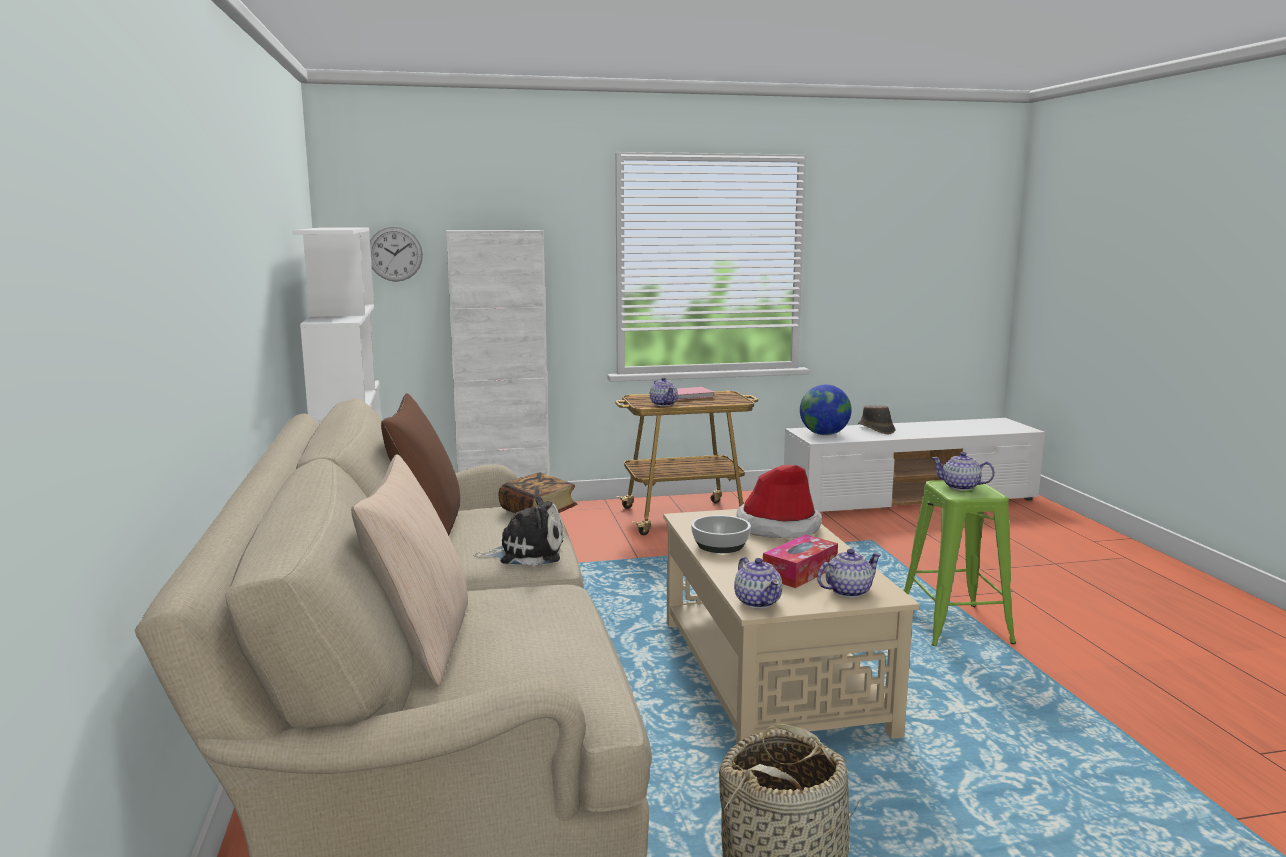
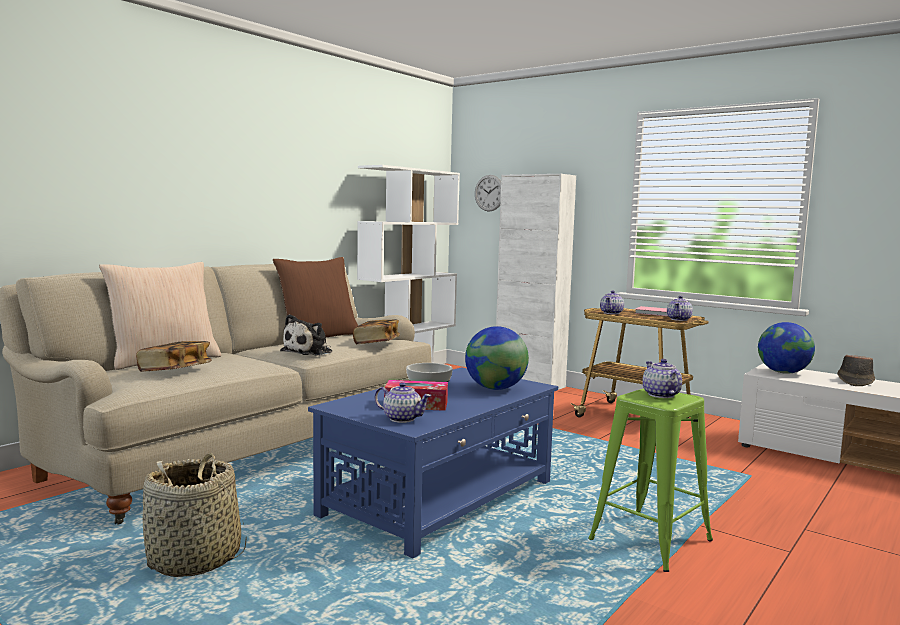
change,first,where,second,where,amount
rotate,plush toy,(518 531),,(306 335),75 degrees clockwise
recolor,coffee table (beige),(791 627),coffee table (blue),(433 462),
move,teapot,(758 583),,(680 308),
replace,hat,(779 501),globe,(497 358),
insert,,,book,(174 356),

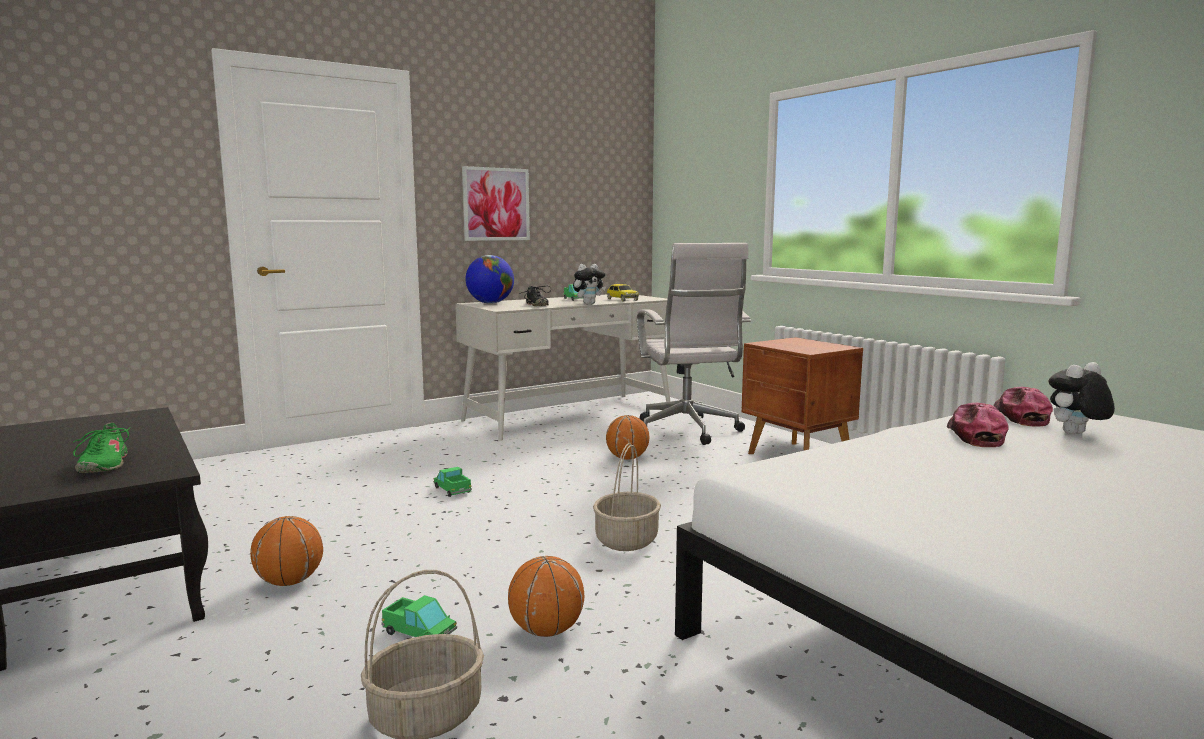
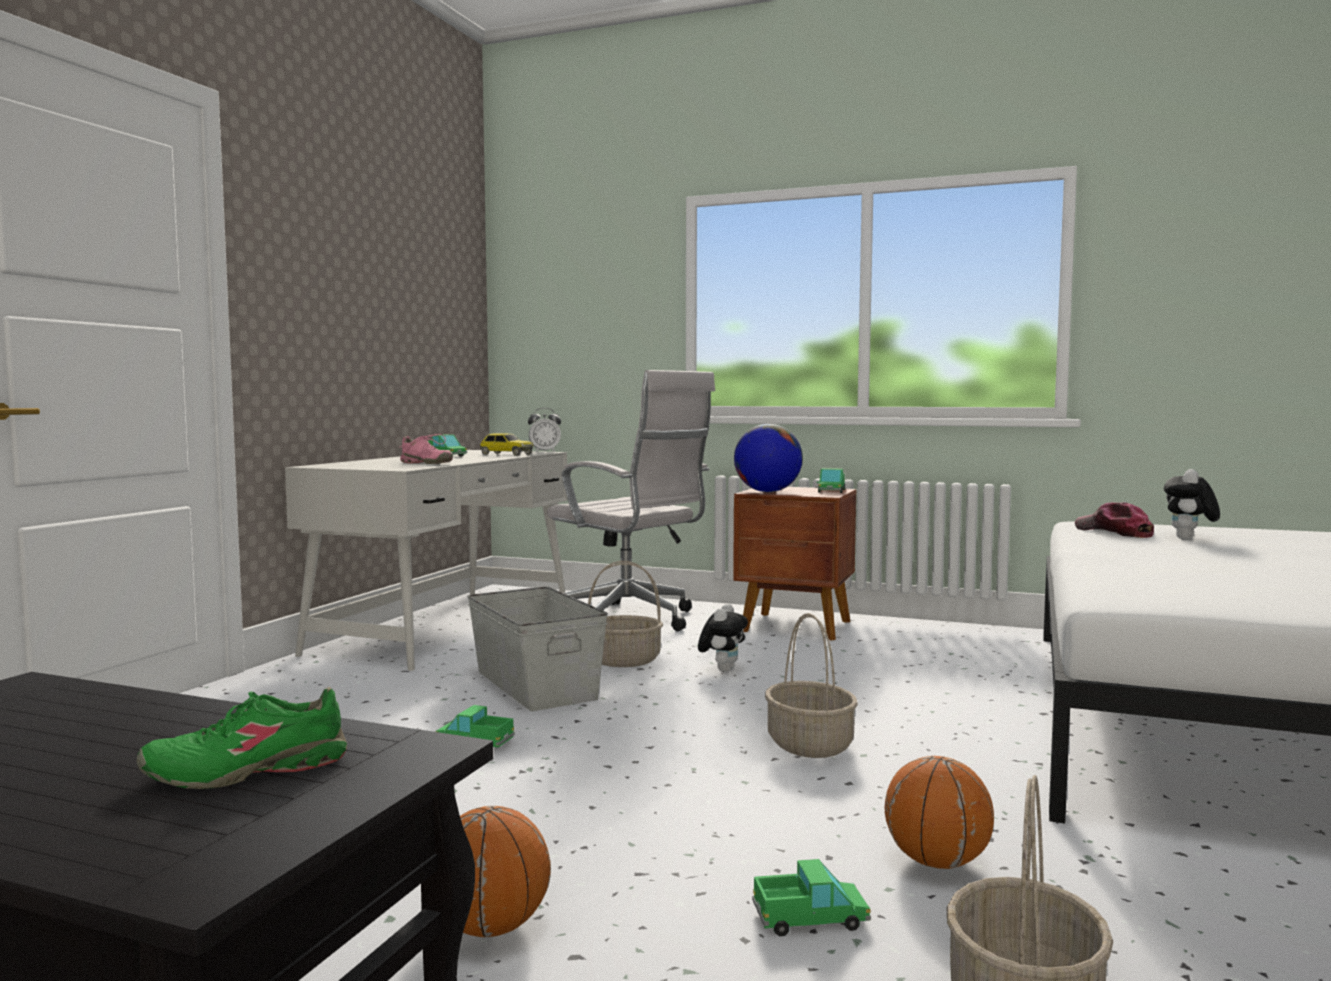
change,first,where,second,where,amount
rotate,shoe (green),(102 447),,(242 738),120 degrees clockwise
delete,picture,(496 203),,,
move,globe,(489 279),,(768 458),
recolor,shoe (black),(536 296),shoe (pink),(426 449),
move,plush toy,(589 284),,(723 638),
replace,basketball,(627 437),basket,(625 614),
delete,cap,(978 424),,,
insert,,,storage box (grey),(537 649),
insert,,,alarm clock,(544 430),
insert,,,toy truck,(830 480),

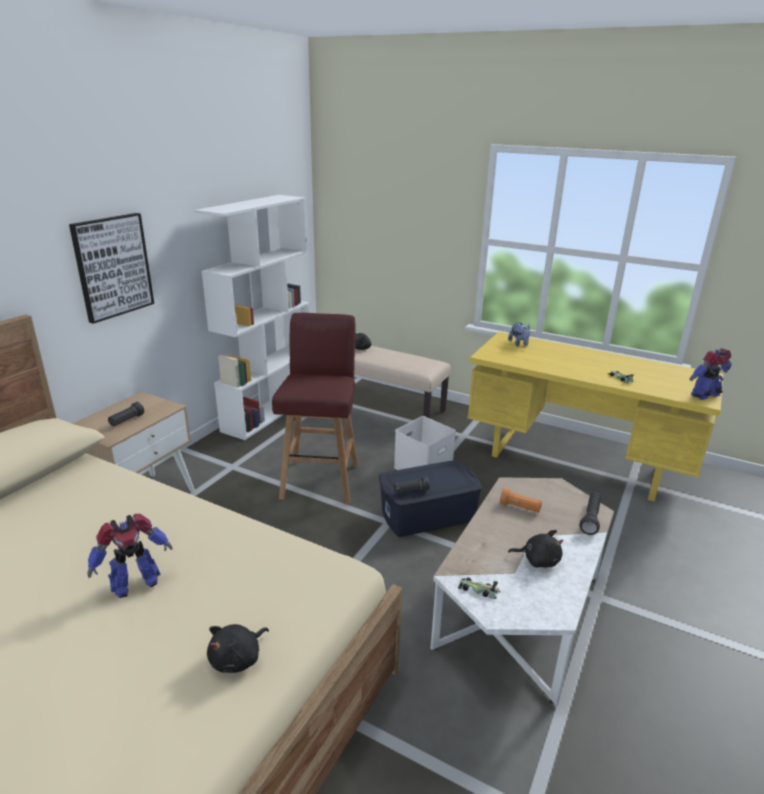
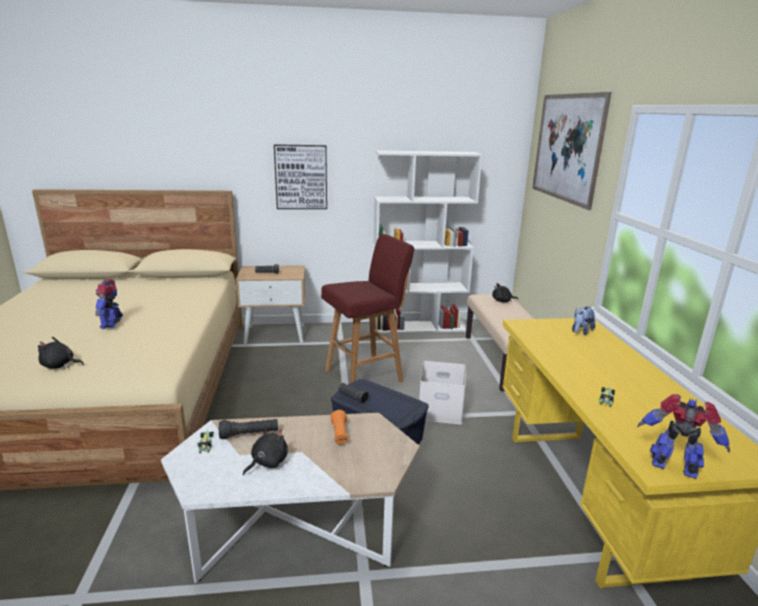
change,first,where,second,where,amount
rotate,toy robot,(129 555),,(109 304),60 degrees clockwise
rotate,plush toy (black),(536 549),,(265 450),120 degrees counterclockwise
move,flashlight (black),(590 513),,(248 429),
insert,,,picture,(572 151),

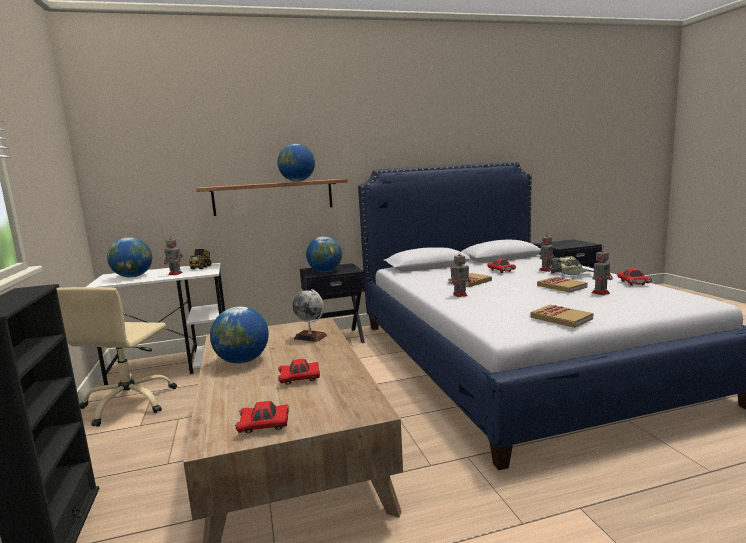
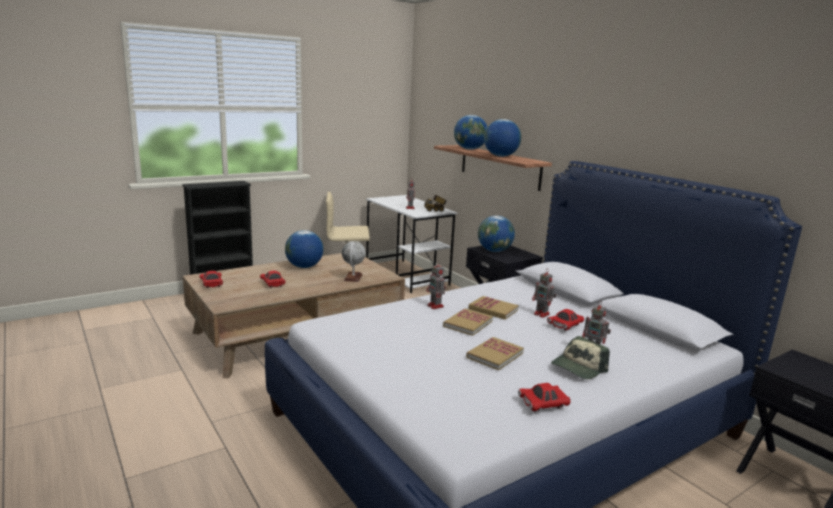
change,first,where,second,where,amount
move,globe,(129 257),,(470 132),
move,book,(561 316),,(468 322),
move,toy robot,(602 271),,(544 295),

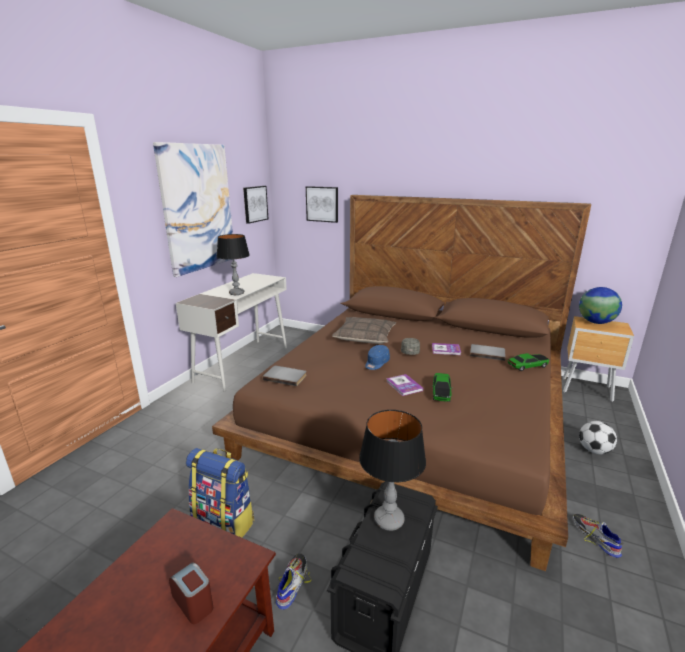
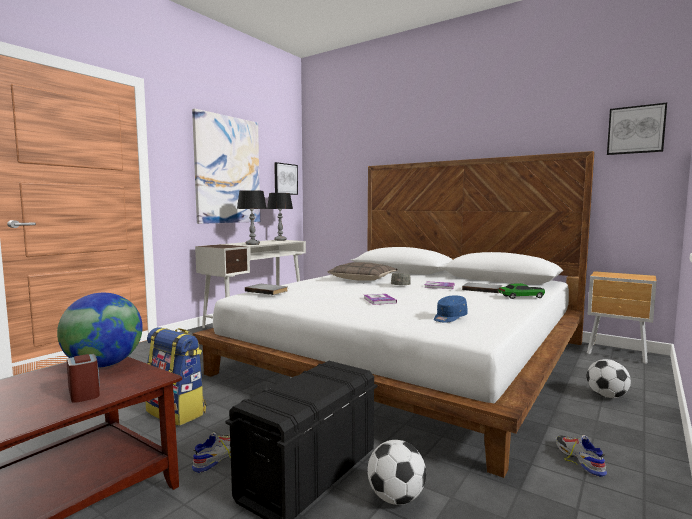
change,first,where,second,where,amount
recolor,bed (brown),(401 383),bed (white),(394 314),
move,picture,(322 204),,(637 129),
move,table lamp,(392 470),,(280 217),
move,cap (blue),(377 357),,(451 309),
delete,toy car,(442 387),,,
move,globe,(600 305),,(100 330),
insert,,,football,(396 472),

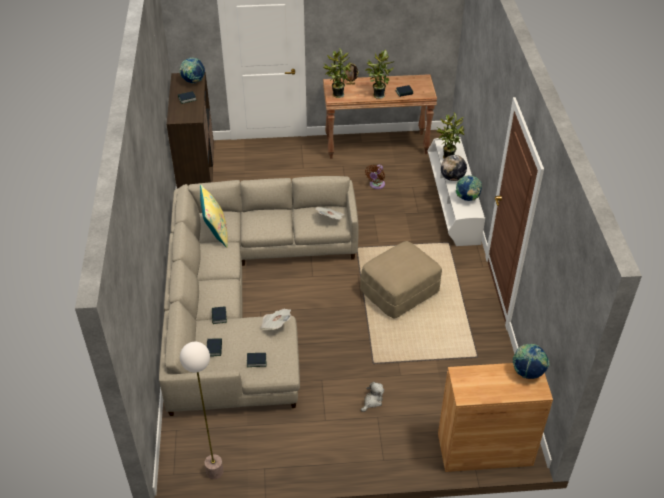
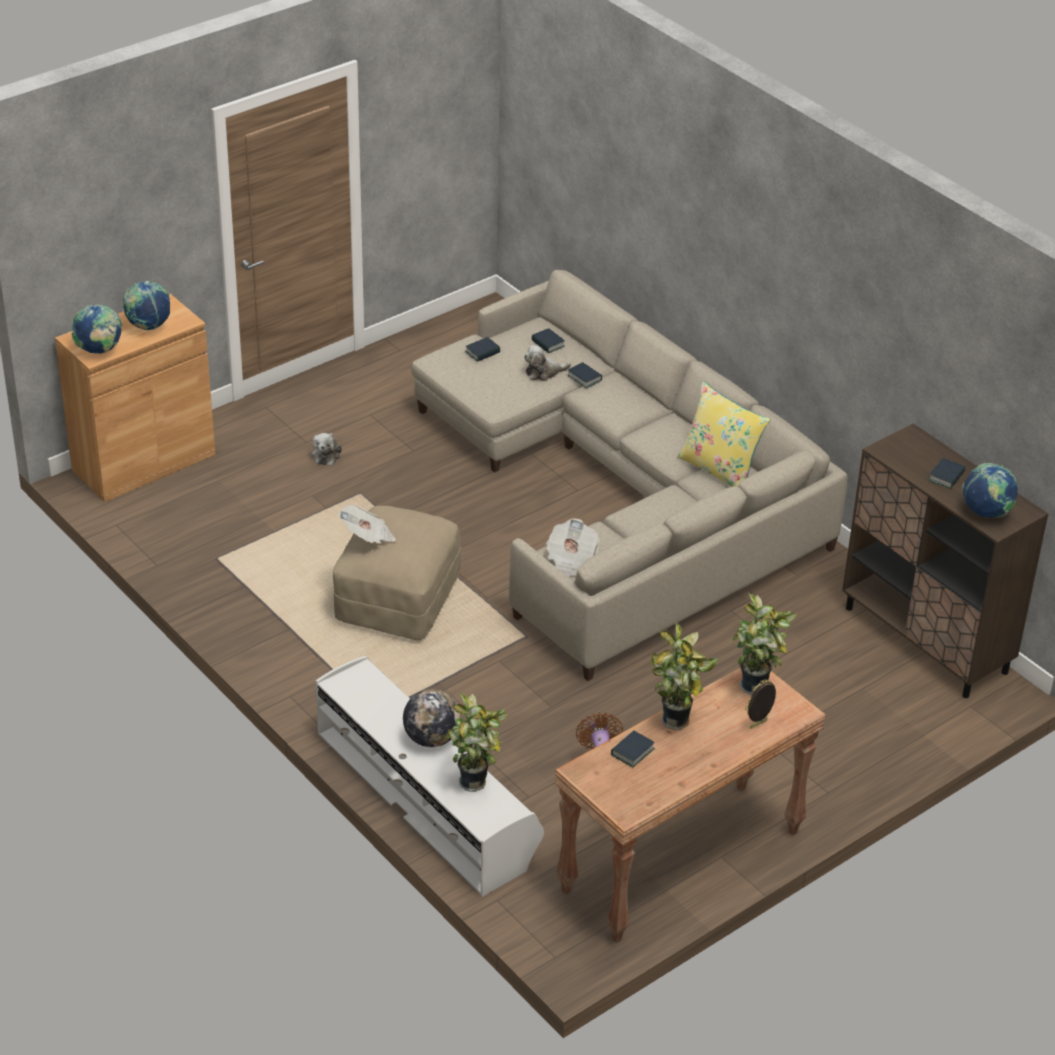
change,first,where,second,where,amount
delete,floor lamp,(201 410),,,
move,newspaper,(275 319),,(367 524),
move,globe,(469 188),,(146 305),
insert,,,plush toy,(547 363),

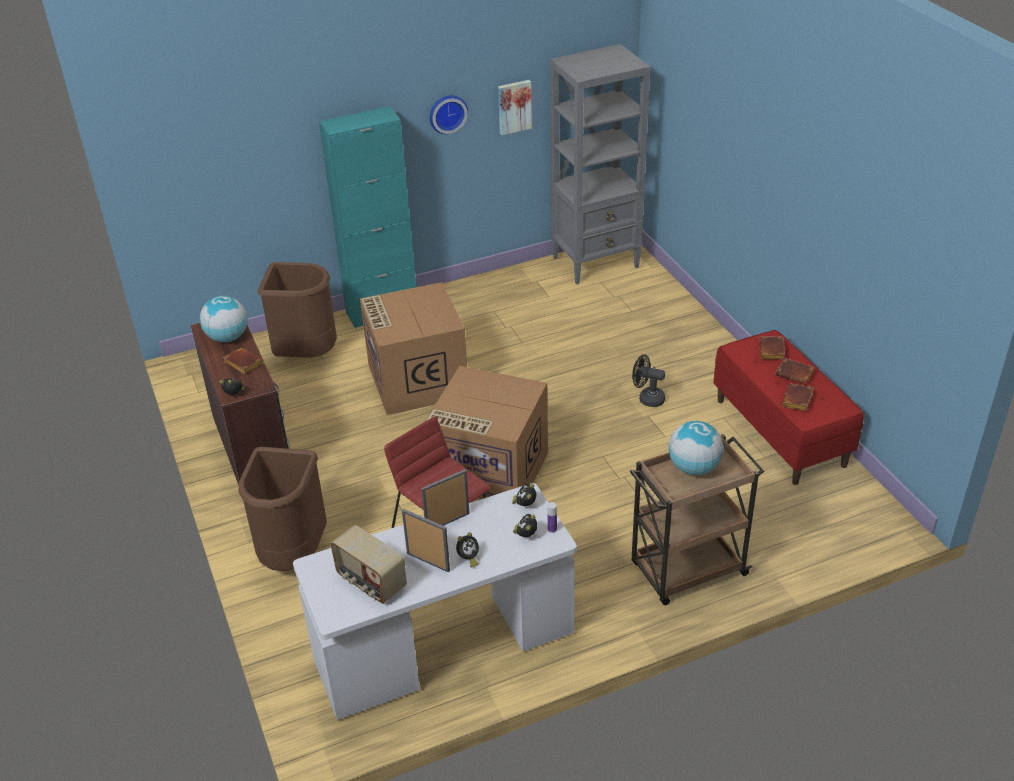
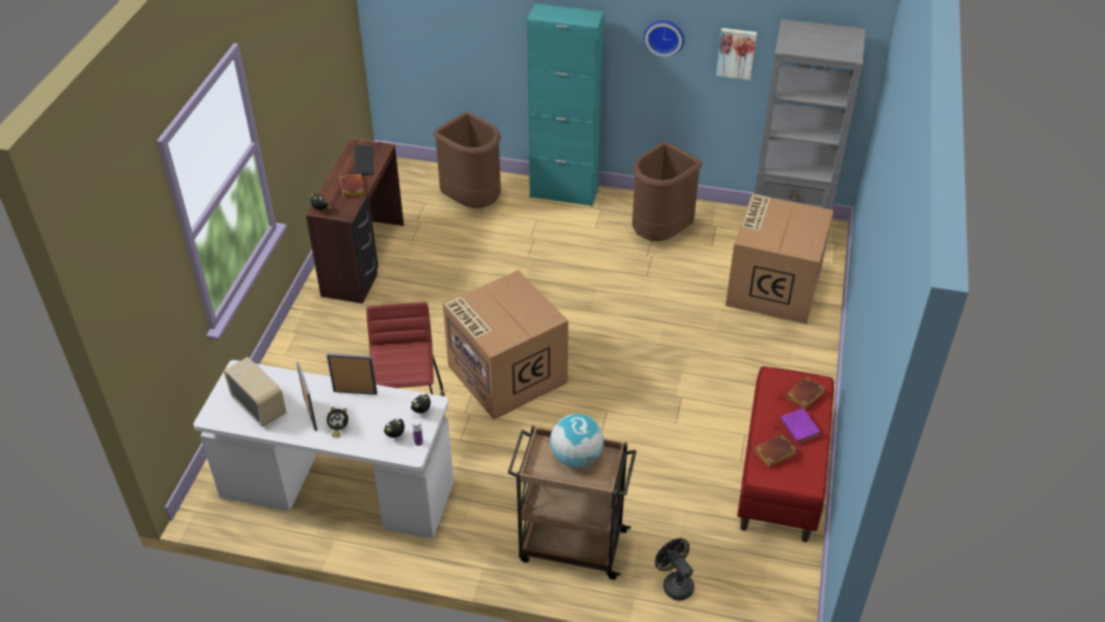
change,first,where,second,where,amount
replace,globe,(224 319),keyboard,(364 160),
move,trash can (brown),(282 509),,(667 191),
rotate,radio,(369 564),,(255 392),150 degrees clockwise
move,cardboard box,(413 348),,(779 259),
move,fan (black),(648 380),,(674 569),
recolor,book (brown),(795 371),book (purple),(800 425),

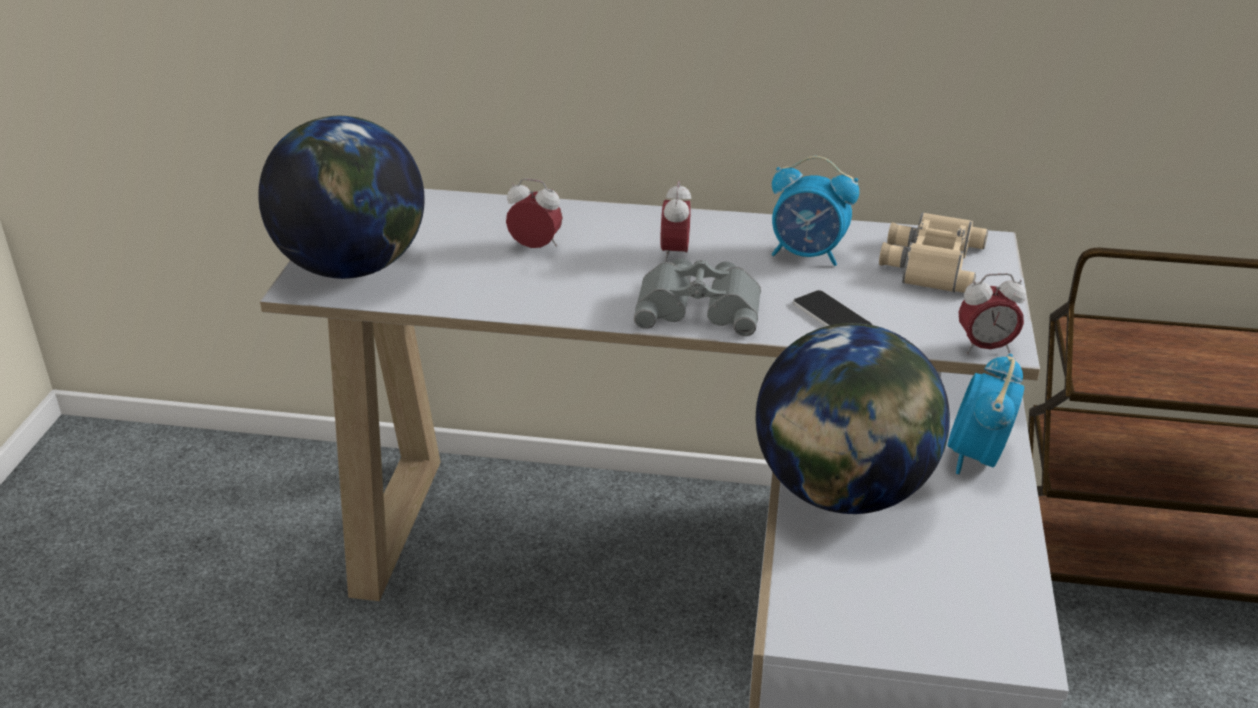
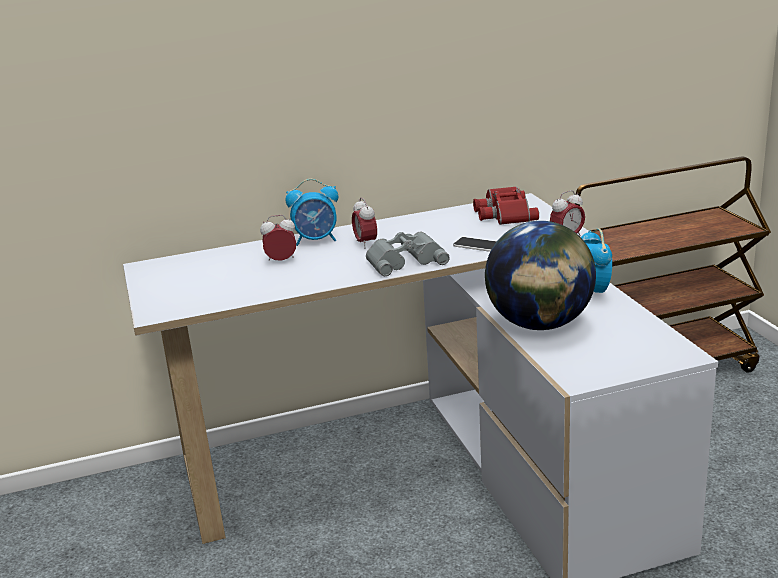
change,first,where,second,where,amount
delete,globe,(341 197),,,
move,alarm clock,(815 211),,(311 212),
recolor,binoculars (beige),(933 252),binoculars (red),(506 205),

